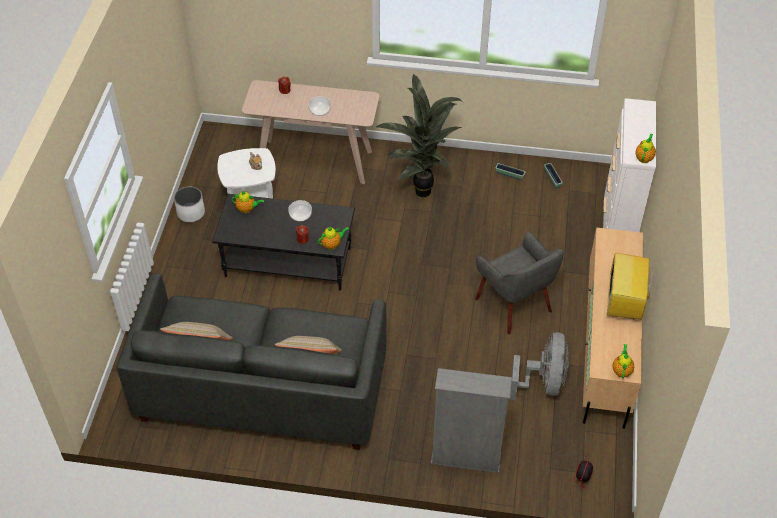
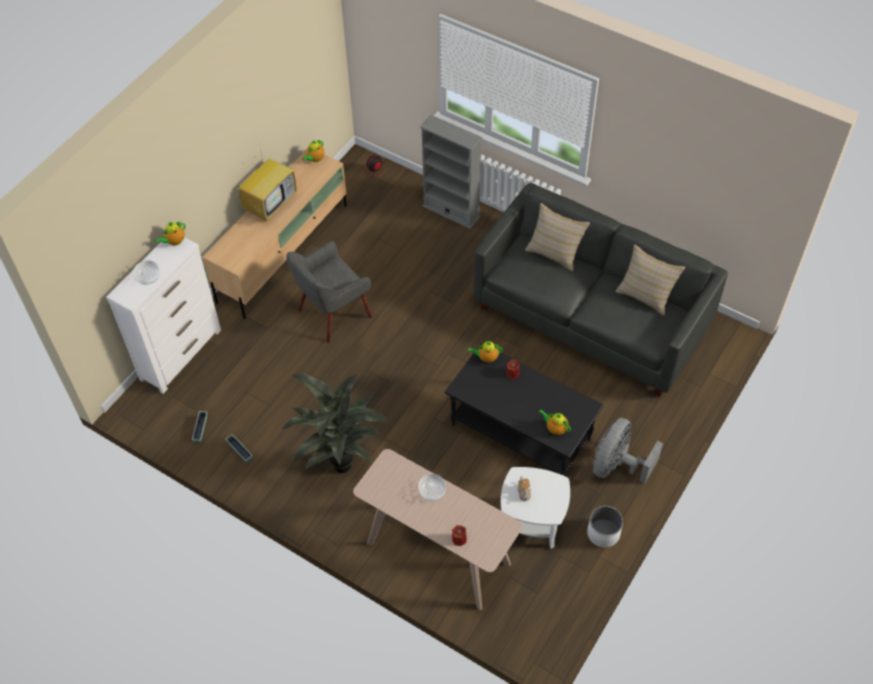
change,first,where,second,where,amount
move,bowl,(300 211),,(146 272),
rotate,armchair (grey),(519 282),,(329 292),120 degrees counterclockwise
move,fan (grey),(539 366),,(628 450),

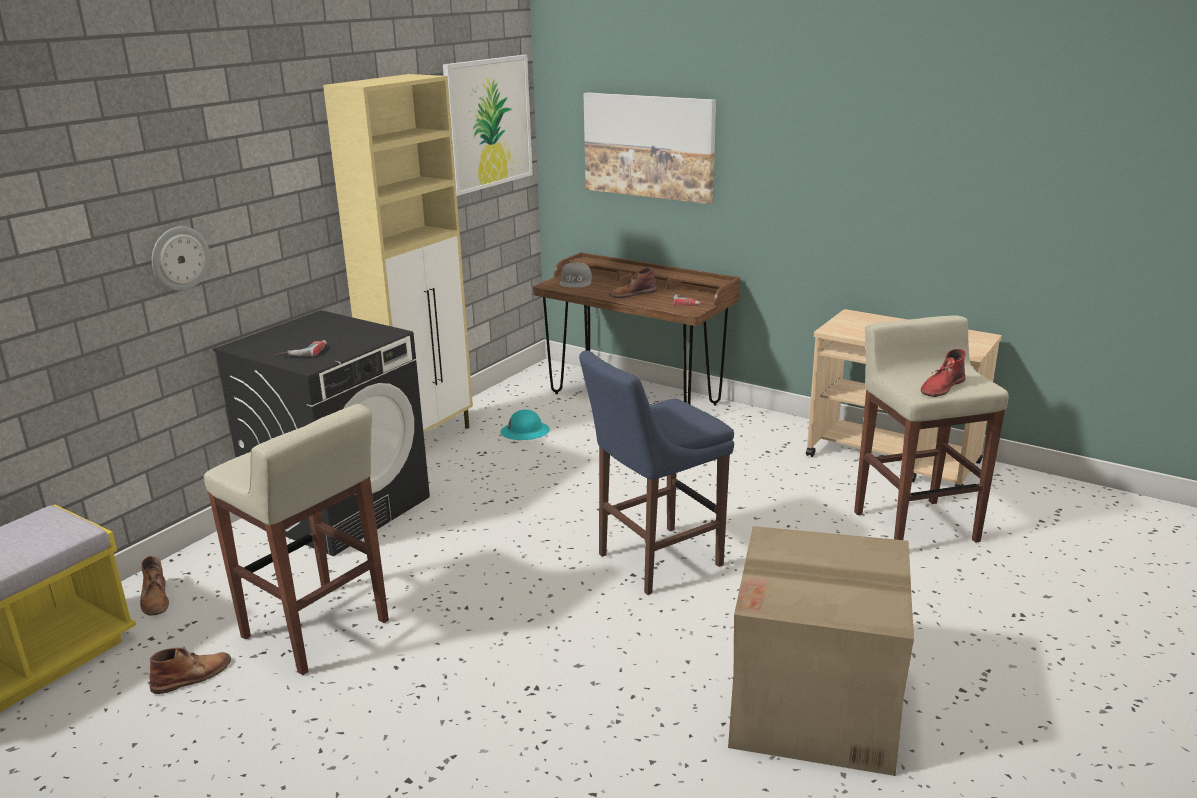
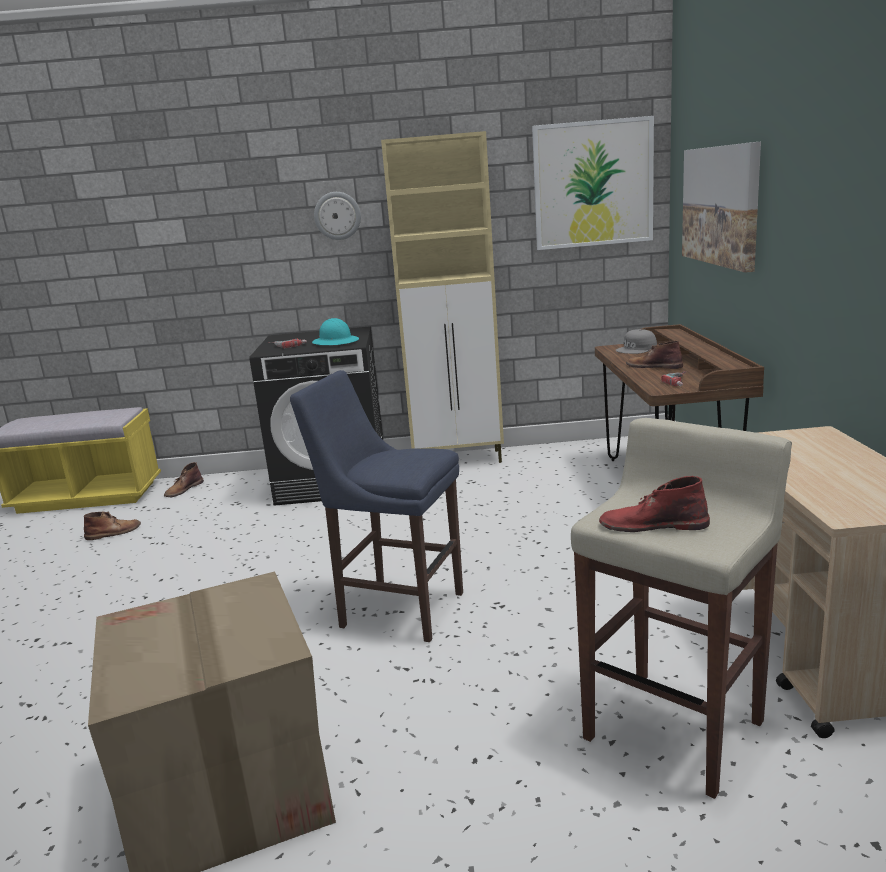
change,first,where,second,where,amount
rotate,boot (brown),(190 670),,(112 525),45 degrees counterclockwise
move,wall clock,(181 258),,(337 216),
delete,stool (beige),(296 539),,,
move,hard hat (turquoise),(525 424),,(335 331),

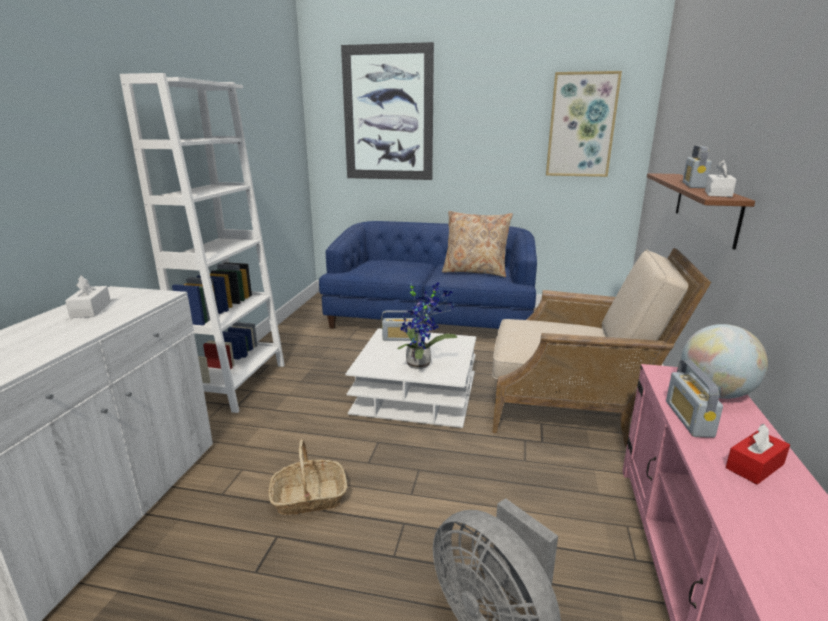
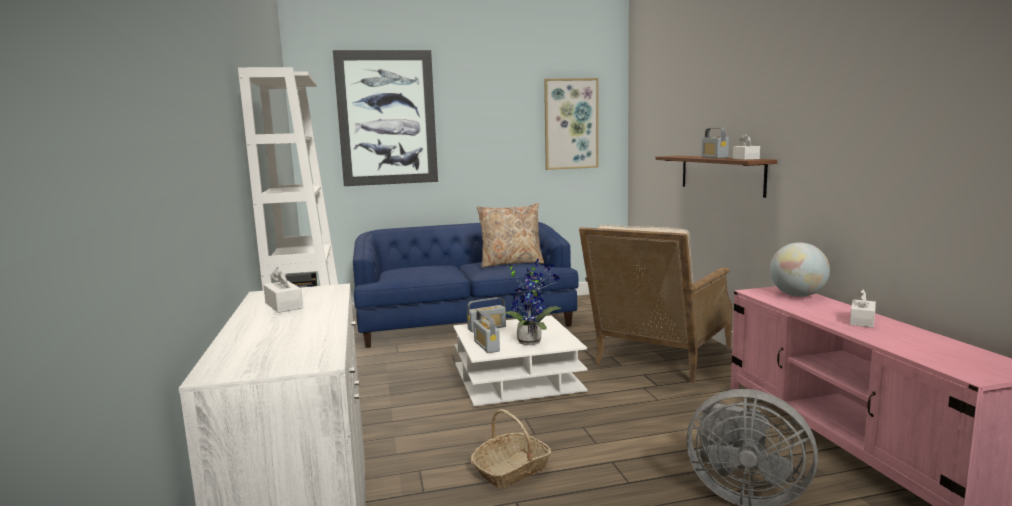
change,first,where,second,where,amount
rotate,armchair (beige),(601 347),,(656 304),135 degrees clockwise
move,radio,(694 399),,(486 332),
recolor,tissue box (red),(757 454),tissue box (white),(863 308),

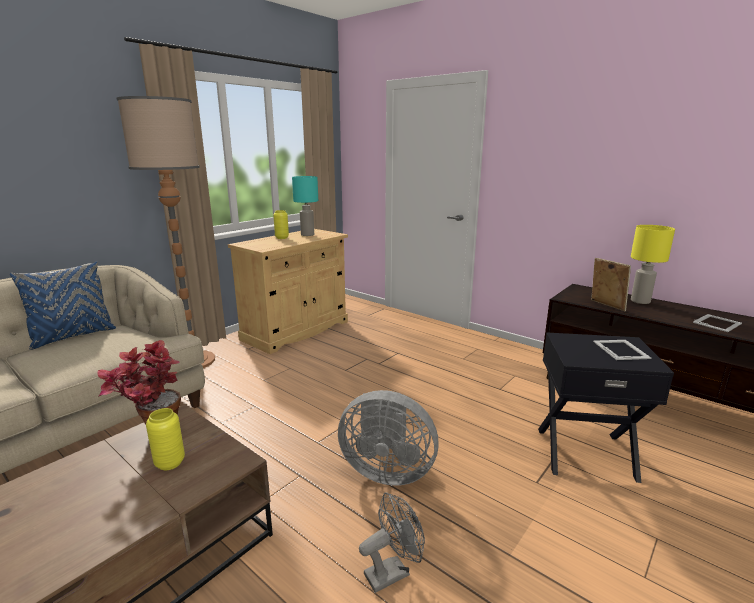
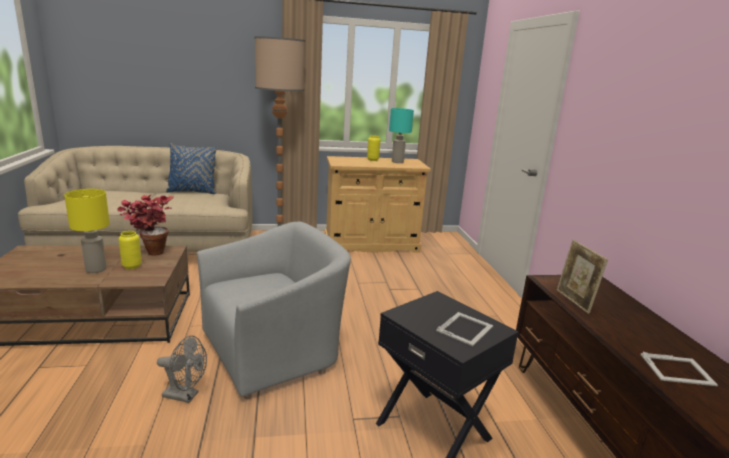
change,first,where,second,where,amount
replace,fan (grey),(388 438),armchair (grey),(274 310),
rotate,picture frame,(611 284),,(582 277),150 degrees clockwise
move,table lamp (yellow),(653 264),,(87 231),

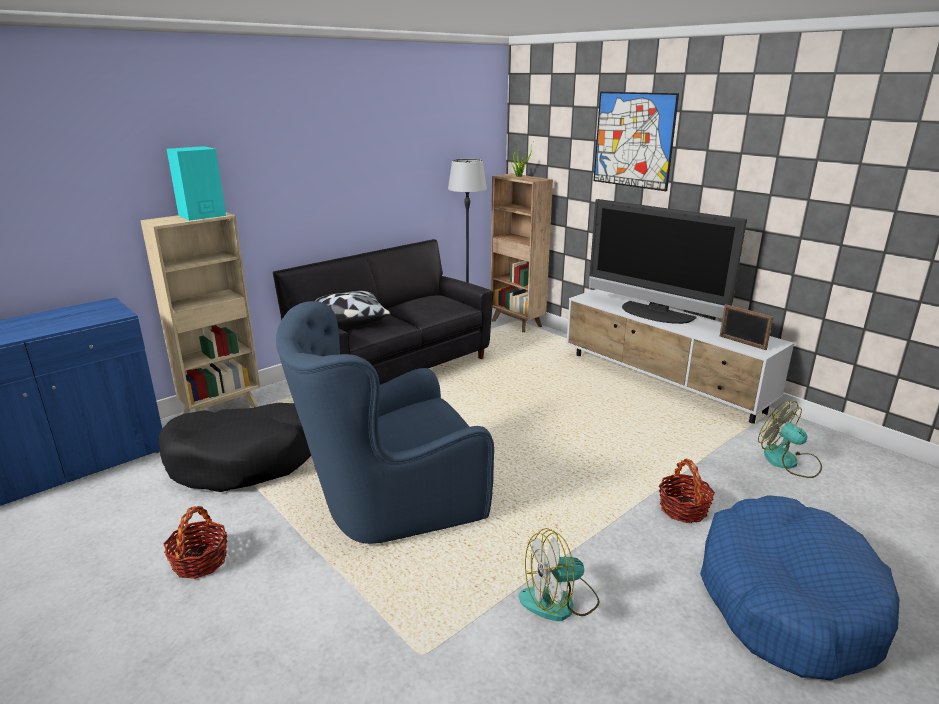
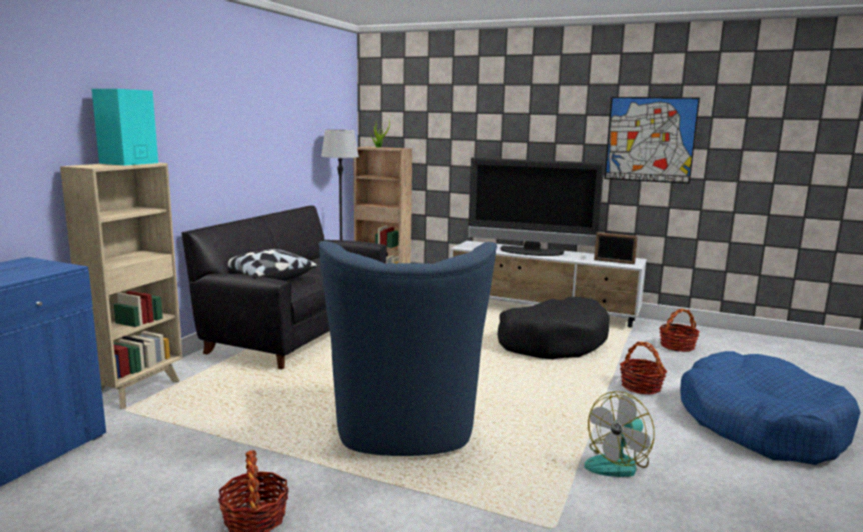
change,first,where,second,where,amount
move,dog bed (black),(235 447),,(553 328),
rotate,armchair (blue),(385 422),,(408 348),45 degrees counterclockwise
move,picture,(636 141),,(652 140),
replace,fan,(790 439),basket,(679 330),

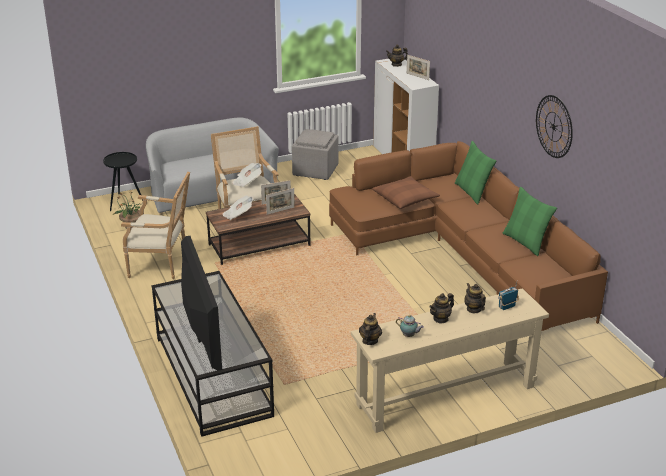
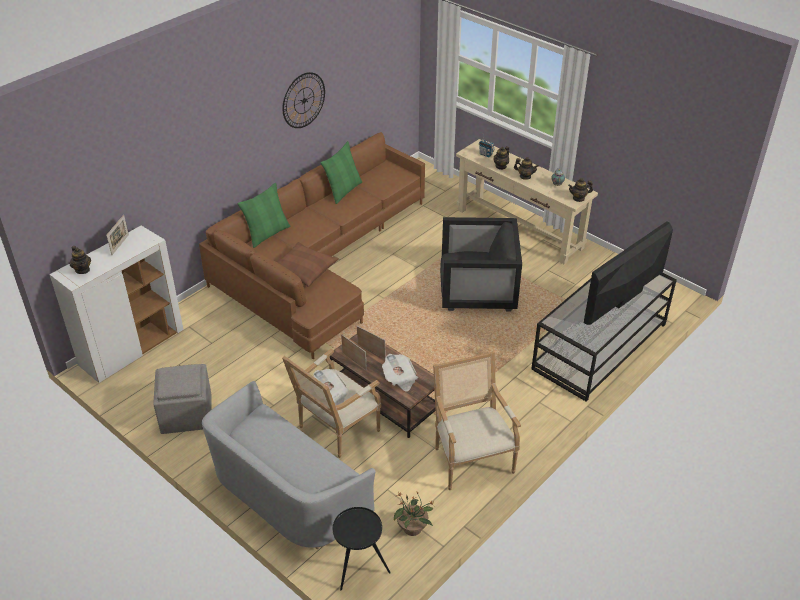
change,first,where,second,where,amount
insert,,,armchair (black),(481 264),

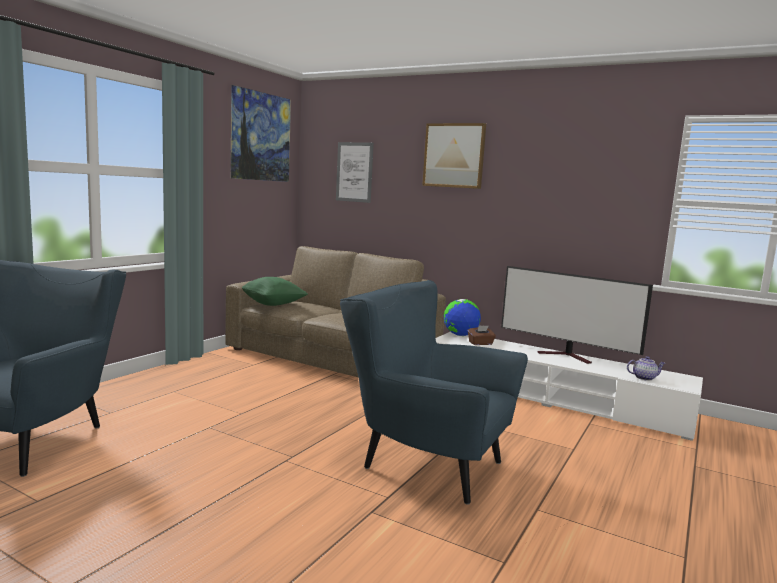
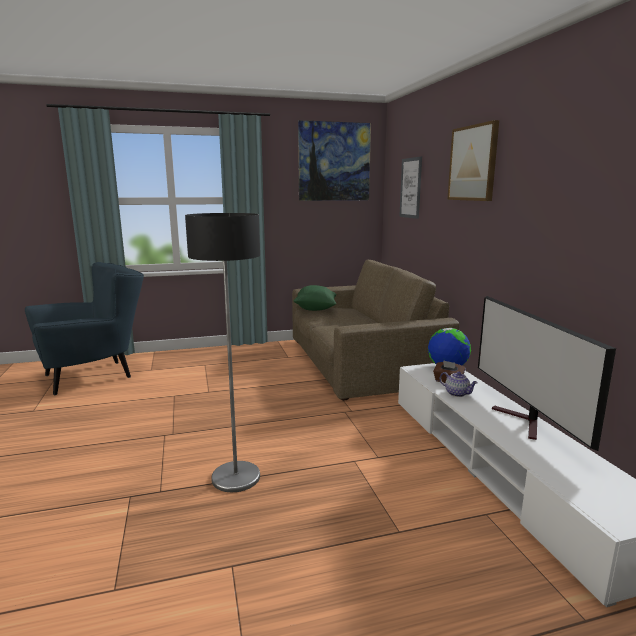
change,first,where,second,where,amount
replace,armchair (blue),(434 392),floor lamp,(222 352),
move,teapot,(646 368),,(459 384),

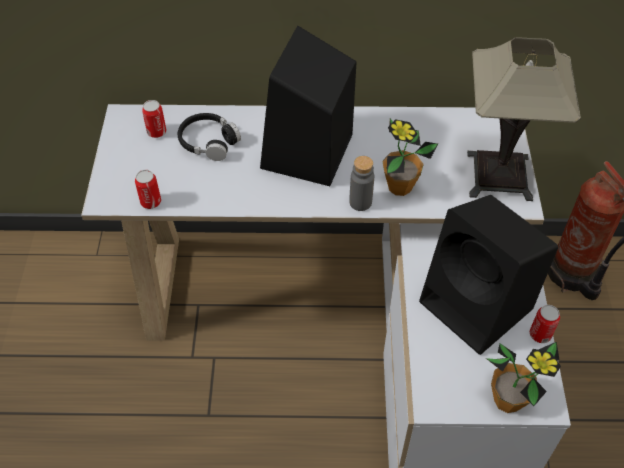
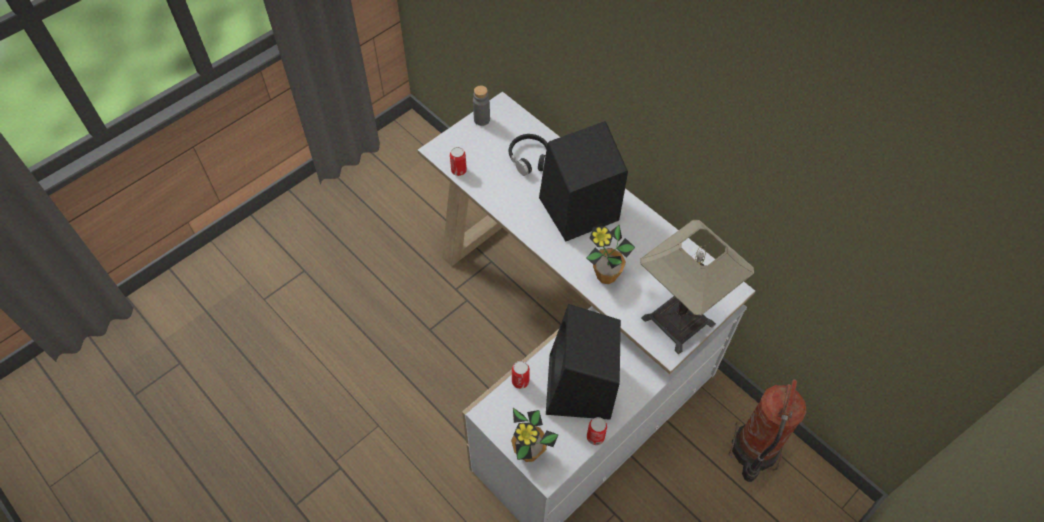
change,first,where,second,where,amount
move,can,(154 119),,(521 375),
move,bottle (grey),(361 183),,(481 105),

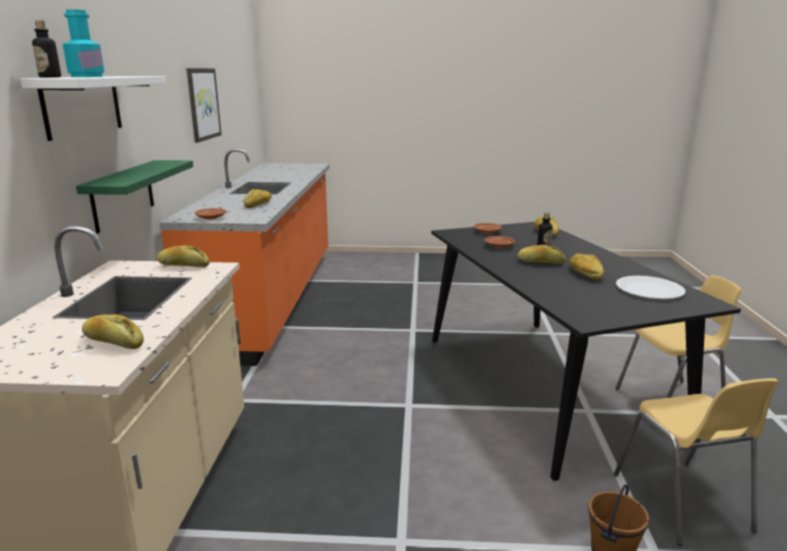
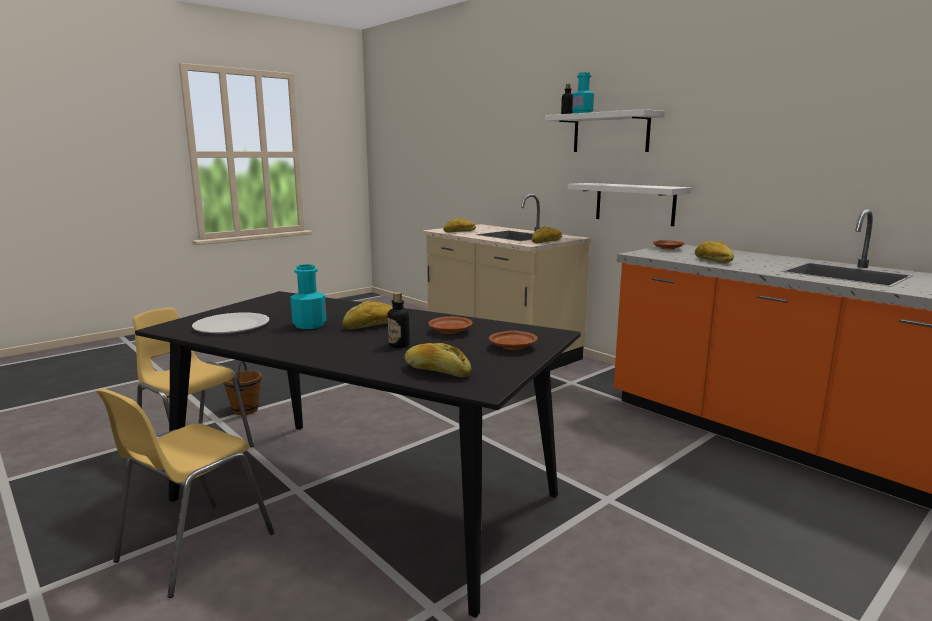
change,first,where,second,where,amount
recolor,shelf (green),(134 197),shelf (white),(629 204),
delete,picture,(204 105),,,
replace,bread,(586 266),bottle (turquoise),(308 296),

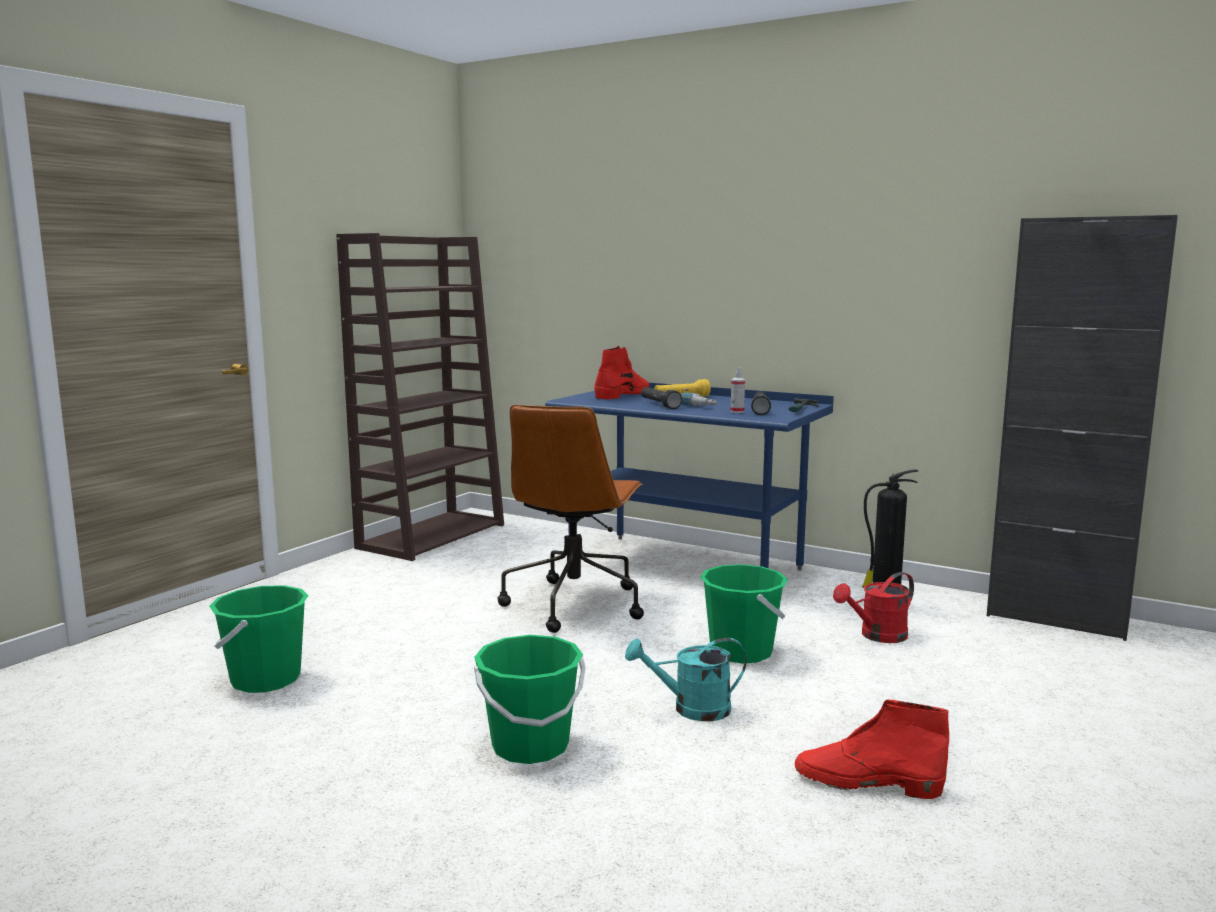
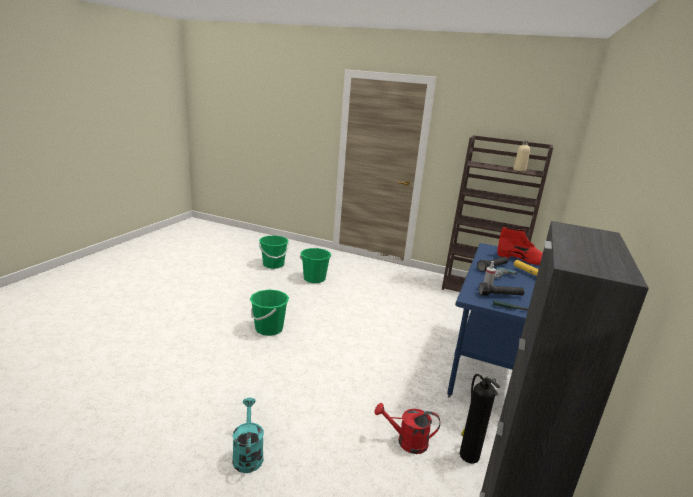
change,first,where,second,where,amount
delete,office chair (brown),(571 519),,,
move,watering can (turquoise),(686 679),,(248 435),
move,bucket (green),(744 614),,(274 252),
delete,boot (red),(872 749),,,
rotate,watering can (red),(873 607),,(407 428),45 degrees counterclockwise
insert,,,bottle (beige),(521 156),

